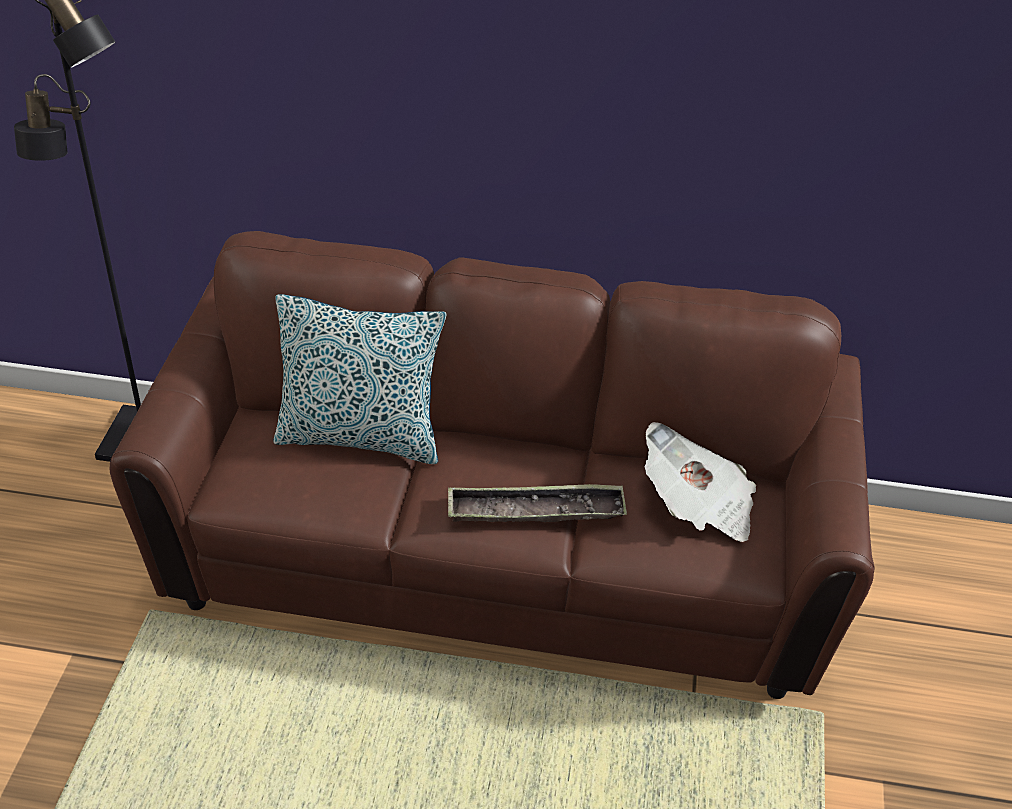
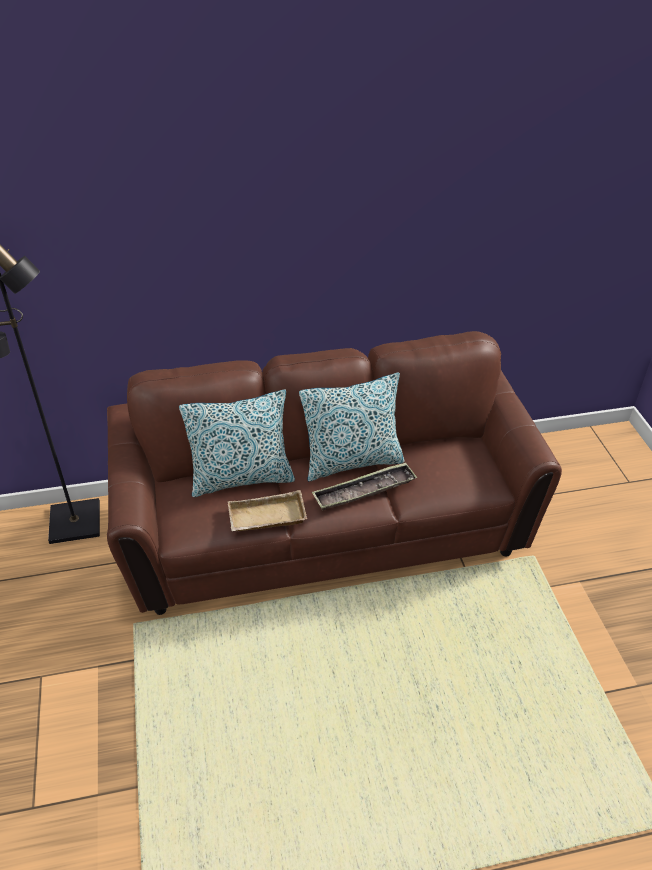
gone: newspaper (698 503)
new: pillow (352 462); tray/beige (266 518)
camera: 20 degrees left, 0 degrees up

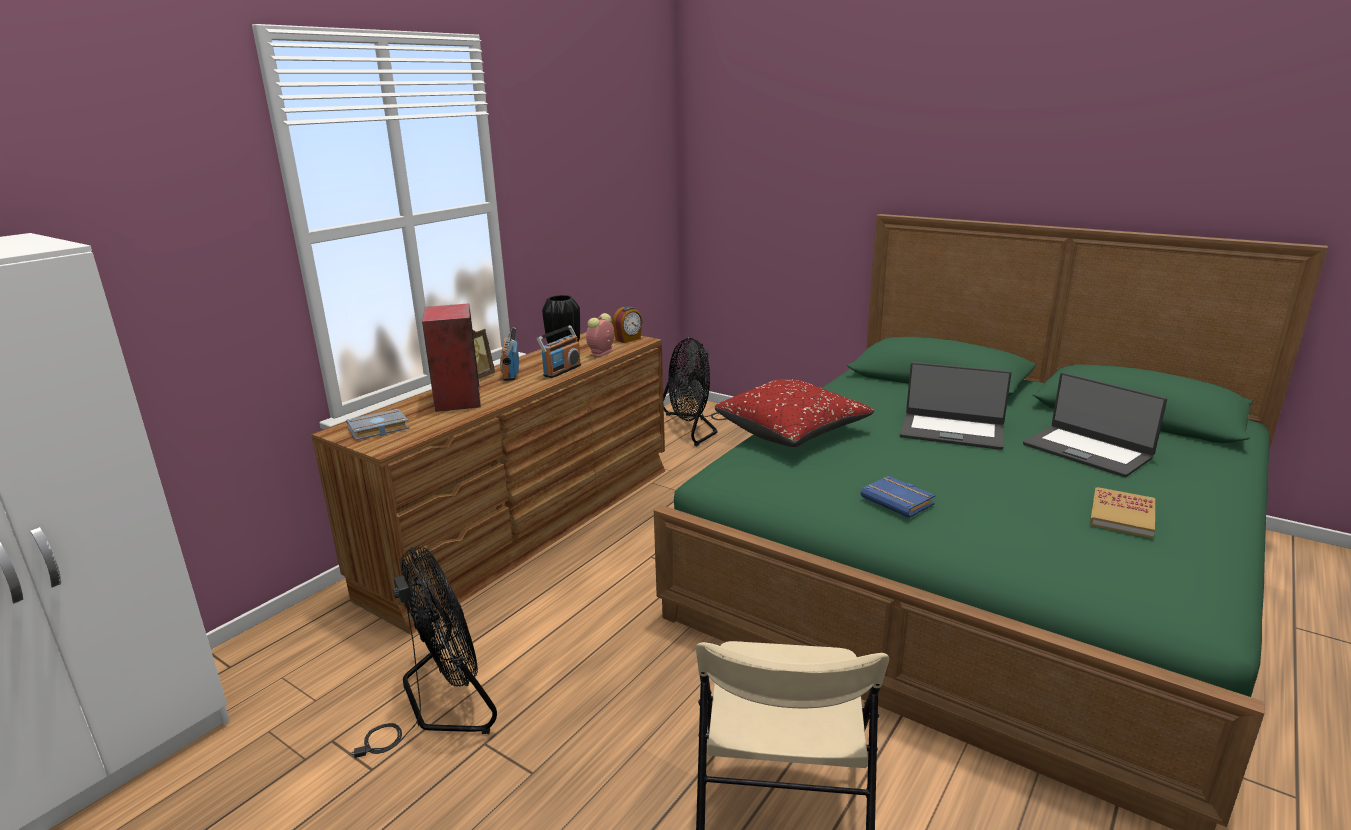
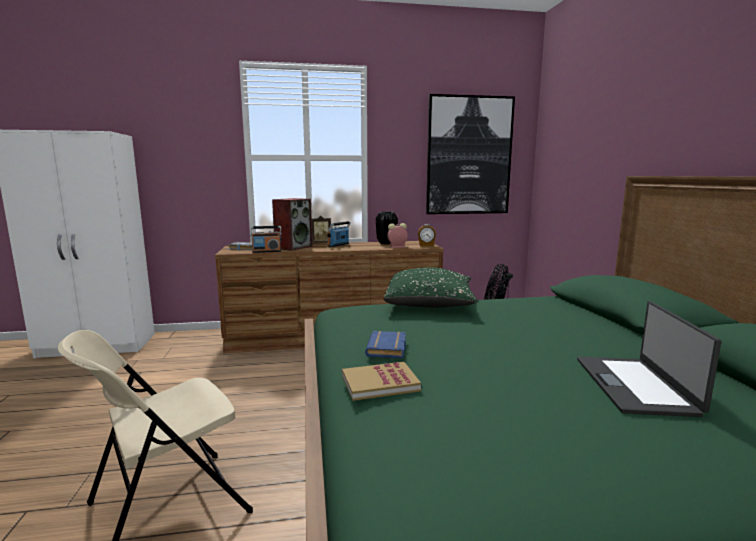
gone: laptop (952 431); fan/black (436 700)
new: picture (469 156)
shifted: radio (561 370) to (266 251); book (1121 515) to (380 383)
repainted: pillow/red (792 431) to pillow/green (430 304)
camera: 45 degrees right, 10 degrees down

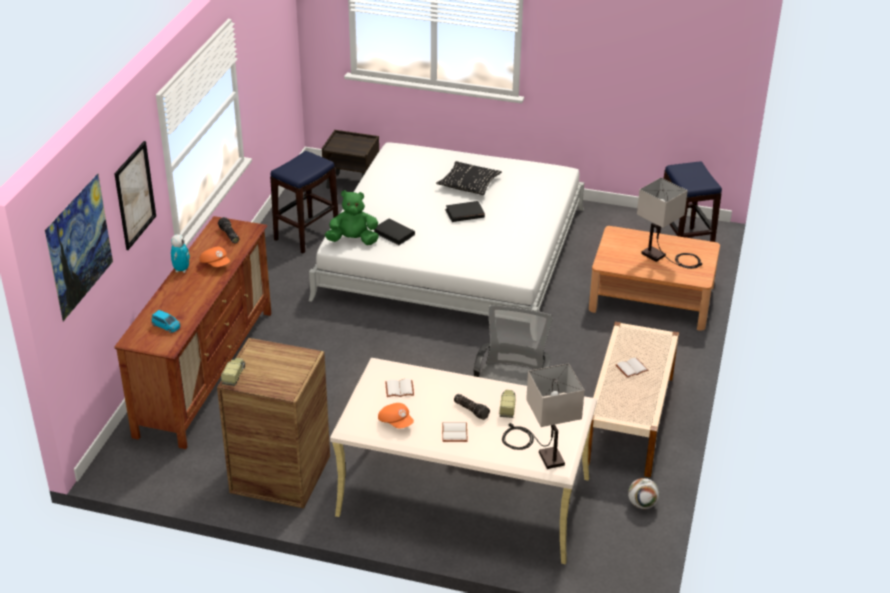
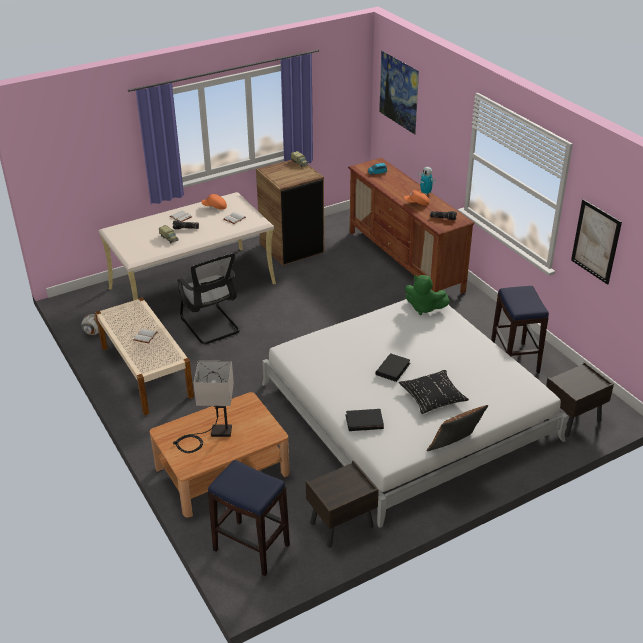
gone: table lamp (537 449)
new: pillow/brown (455 446); nightstand/brown (341 525)
shifted: picture (135 195) to (596 241); book/black (394 234) to (364 422)
rotated: plush toy/green (353 240) = (424 308) 75 degrees clockwise
camera: 135 degrees right, 0 degrees up

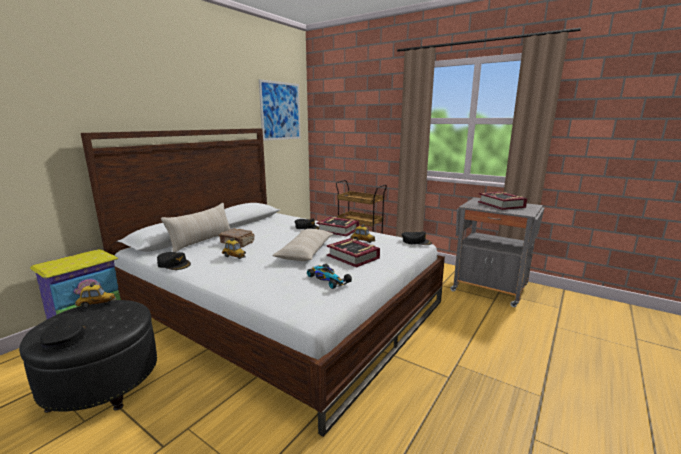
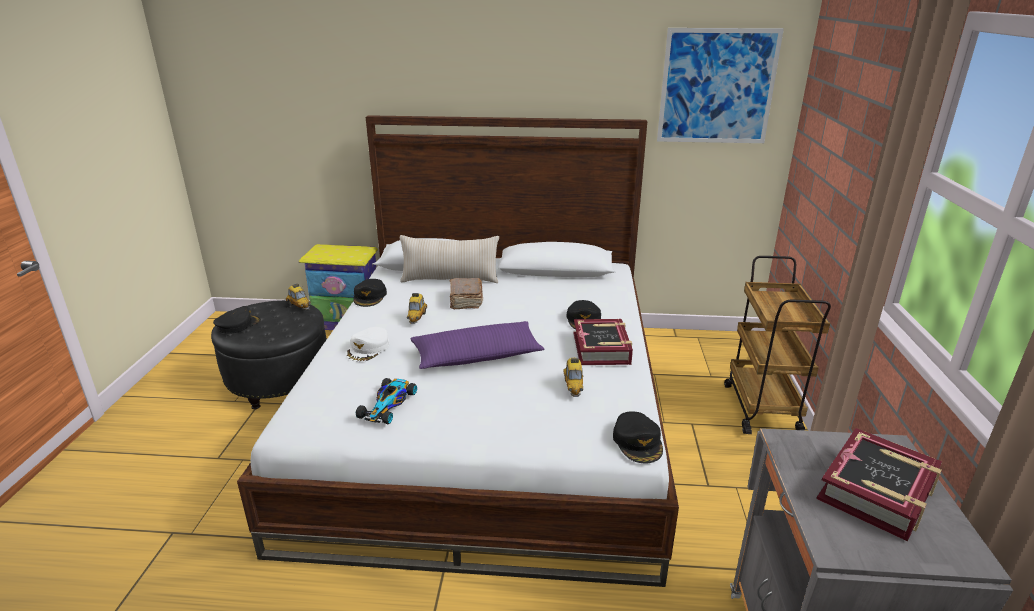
gone: book (353 257)
new: cap/white (368 349)
repainted: pillow/beige (306 252) to pillow/purple (477 356)
camera: 60 degrees right, 10 degrees up

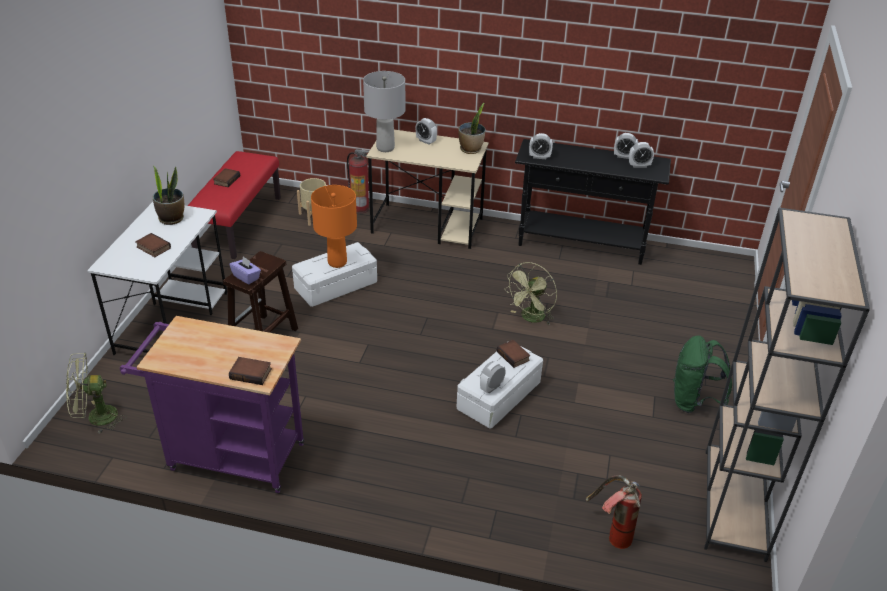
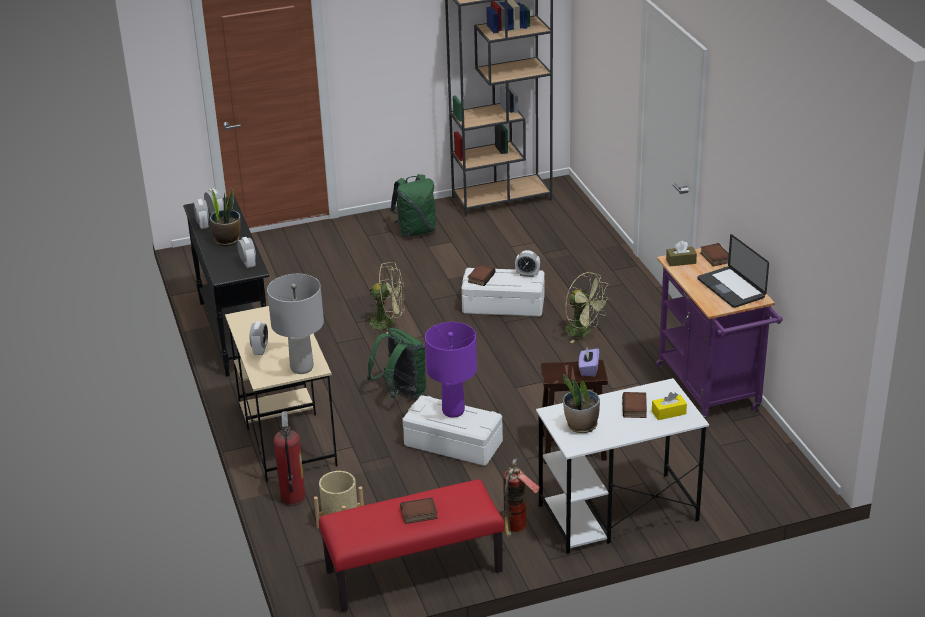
new: laptop (731 288); tissue box/brown (681 261); backpack/green (401 393); tissue box/yellow (668 412)
shifted: potted plant (471 149) to (227 240); fan/green (96 418) to (583 332); fire extinguisher (611 535) to (515 531)
repainted: table lamp/orange (337 262) to table lamp/purple (453 411)
camera: 120 degrees left, 5 degrees down

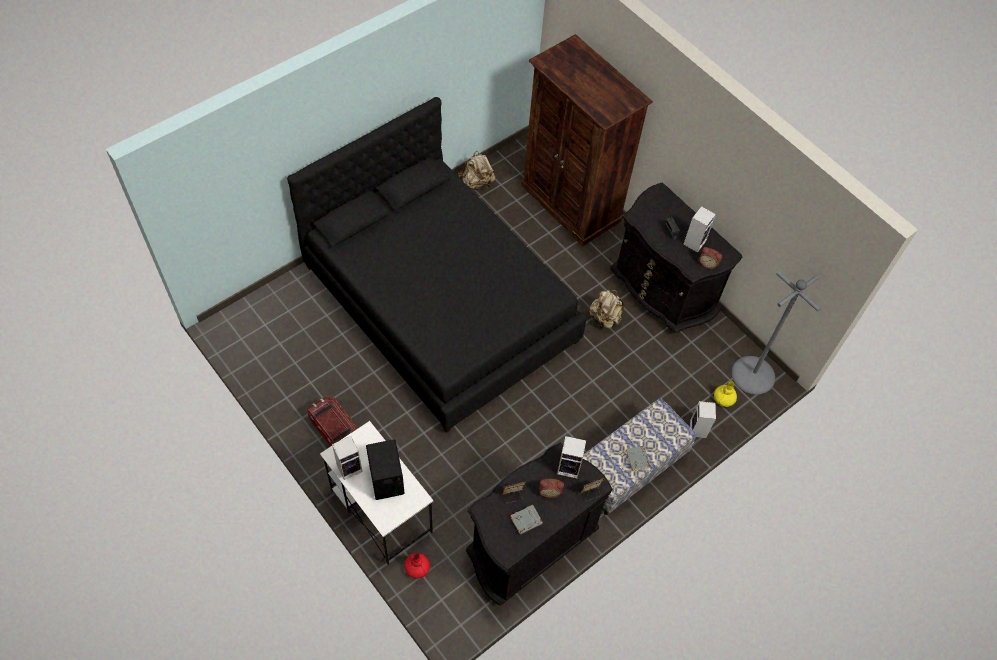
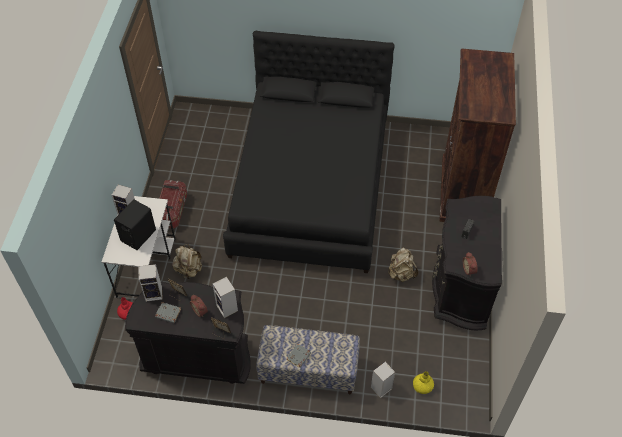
gone: clothes rack/grey (753 375)
shifted: backpack/beige (477 183) to (189 270); speaker (694 241) to (154 293)
camera: 50 degrees right, 5 degrees down

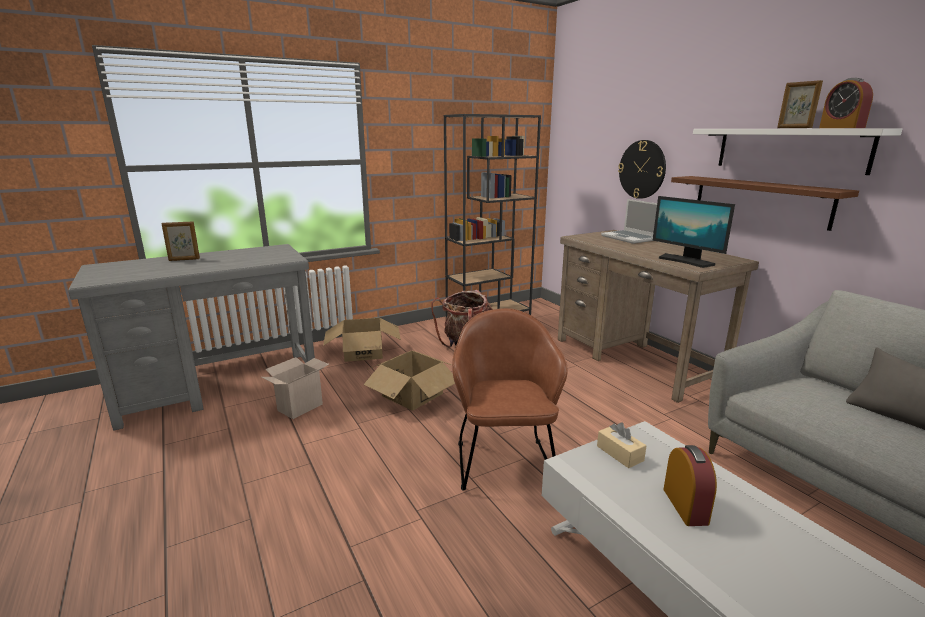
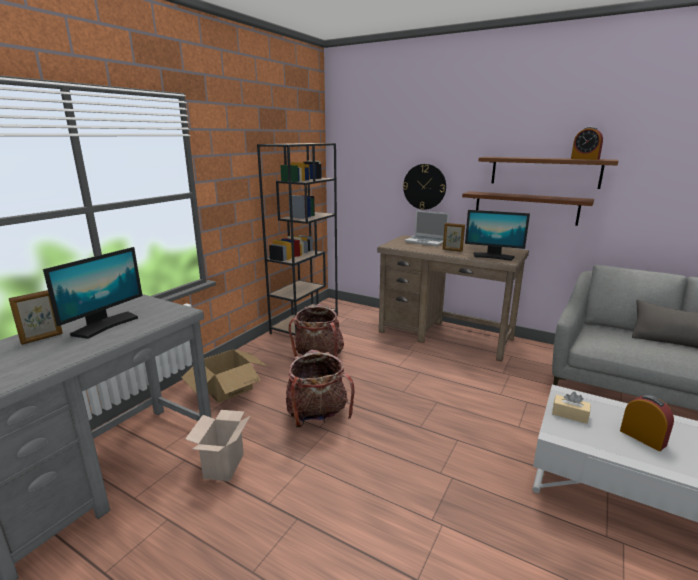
gone: armchair/brown (504 459)
new: monitor (105 325)
shifted: picture frame (794 128) to (452 250)
swapped: cardboard box (412 395) to backpack (317 416)
repainted: shelf/white (789 149) to shelf/brown (544 172)
camera: 30 degrees left, 0 degrees up

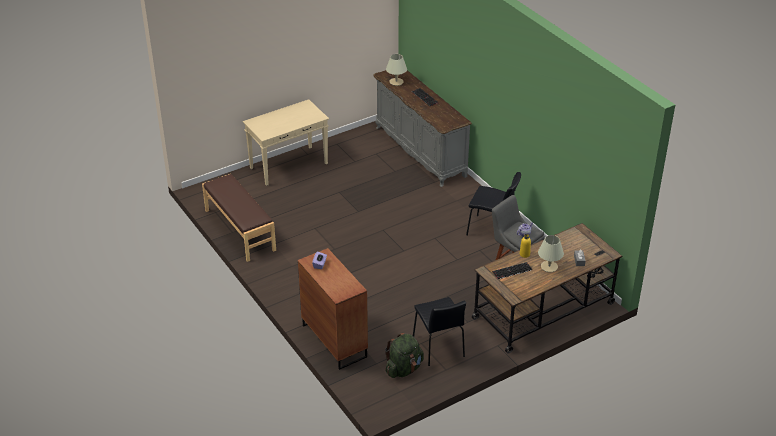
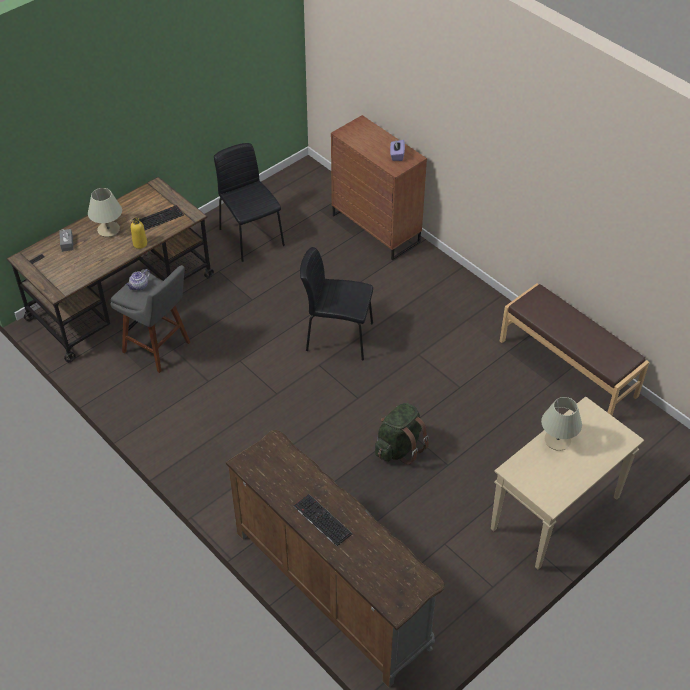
shifted: table lamp/beige (396 82) to (557 440); chair/black (492 230) to (337 336); backpack/green (404 369) to (399 448)
camera: 170 degrees right, 10 degrees up

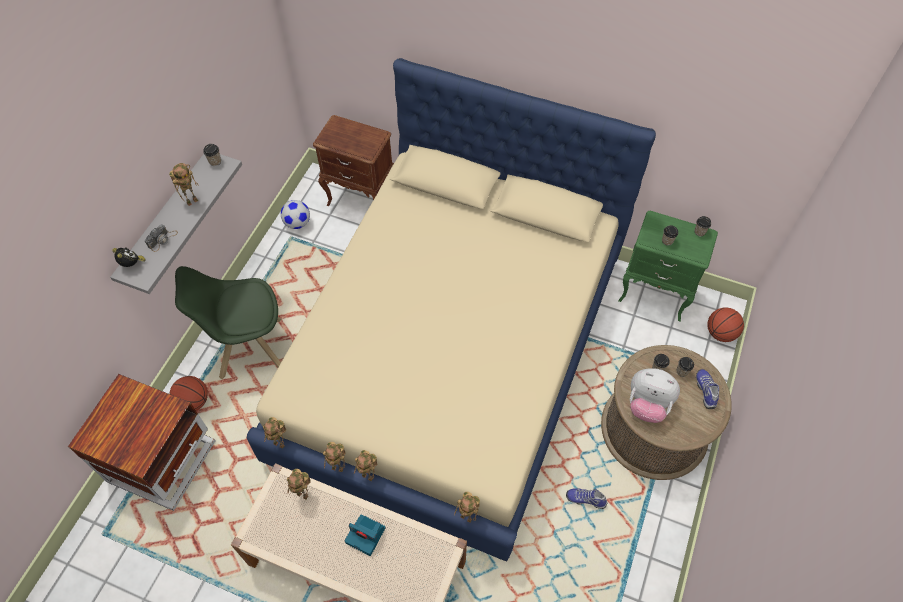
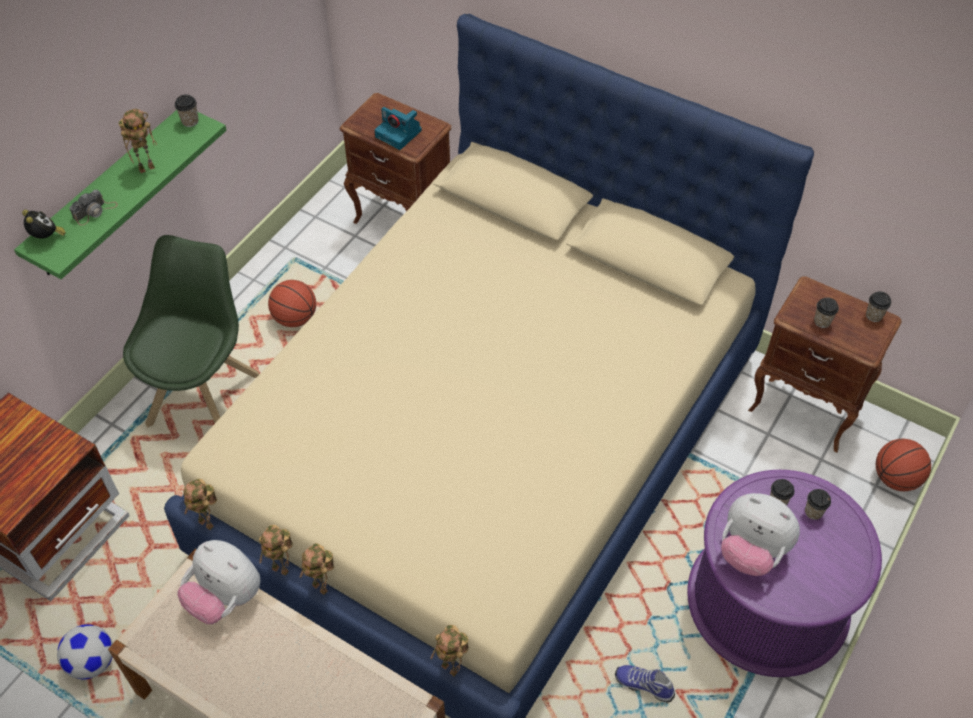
gone: shoe (706 391)
shifted: football (297 223) to (92 662); basketball (193 402) to (295 318); photo camera (366 535) to (399 134)
swapped: toy robot (304 494) to plush toy (225 598)
repainted: shelf/grey (166 222) to shelf/green (109 193); nightstand/green (654 295) to nightstand/brown (805 409); coffee table/brown (654 429) to coffee table/purple (768 600)
rotated: chair/green (250 348) = (205 399) 105 degrees clockwise
camera: 10 degrees right, 5 degrees down

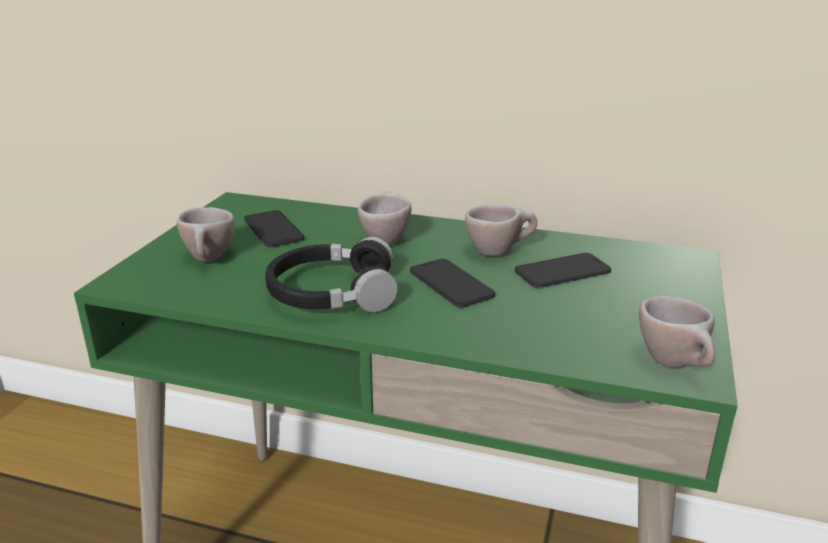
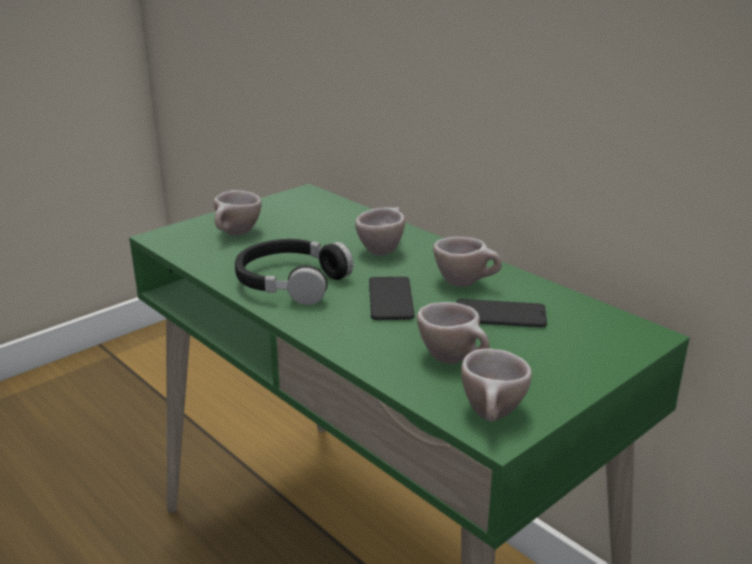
gone: phone (273 229)
new: cup/beige (455 360)
camera: 30 degrees right, 0 degrees up

